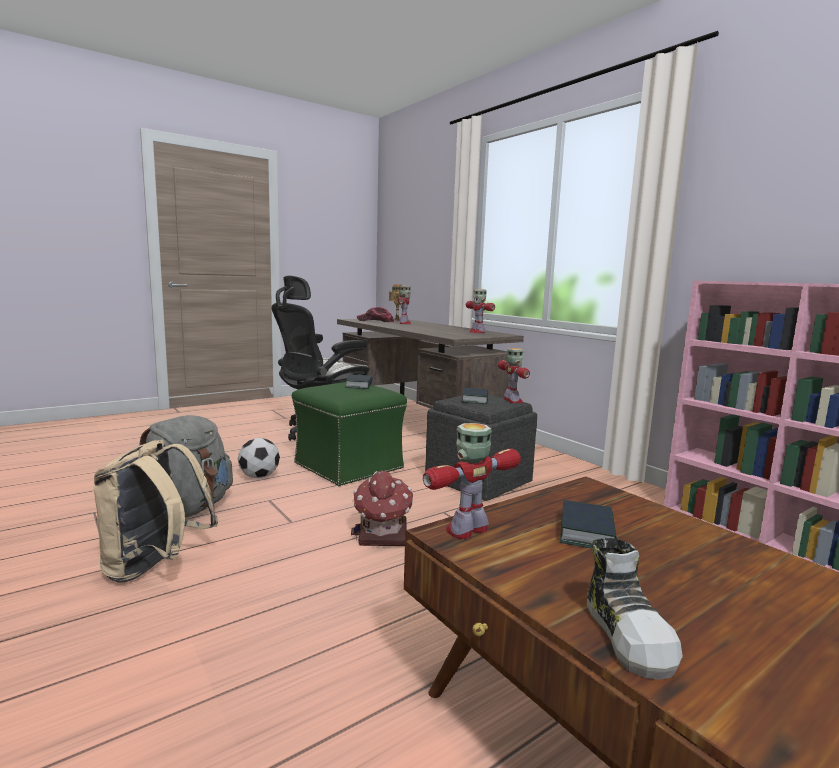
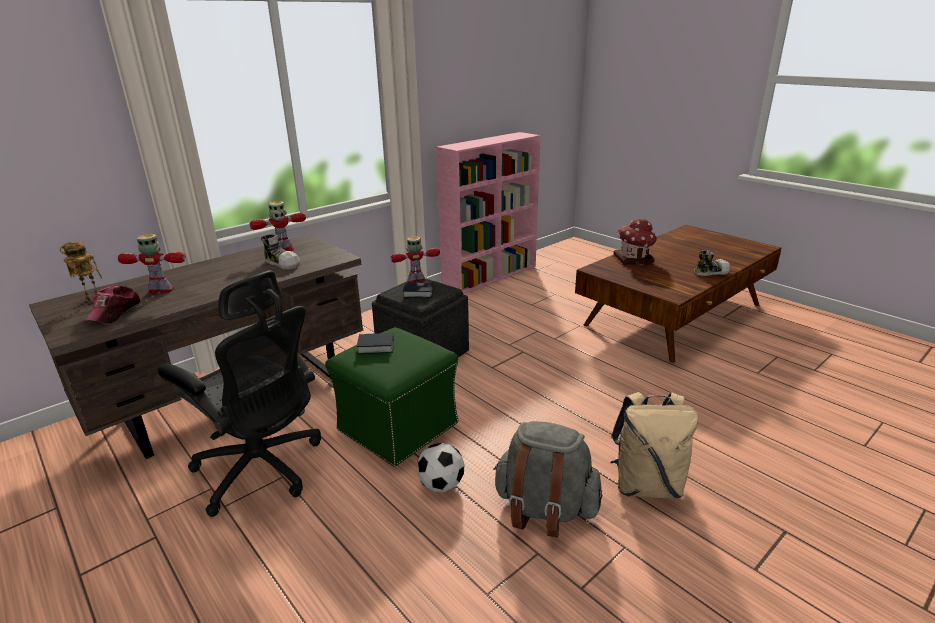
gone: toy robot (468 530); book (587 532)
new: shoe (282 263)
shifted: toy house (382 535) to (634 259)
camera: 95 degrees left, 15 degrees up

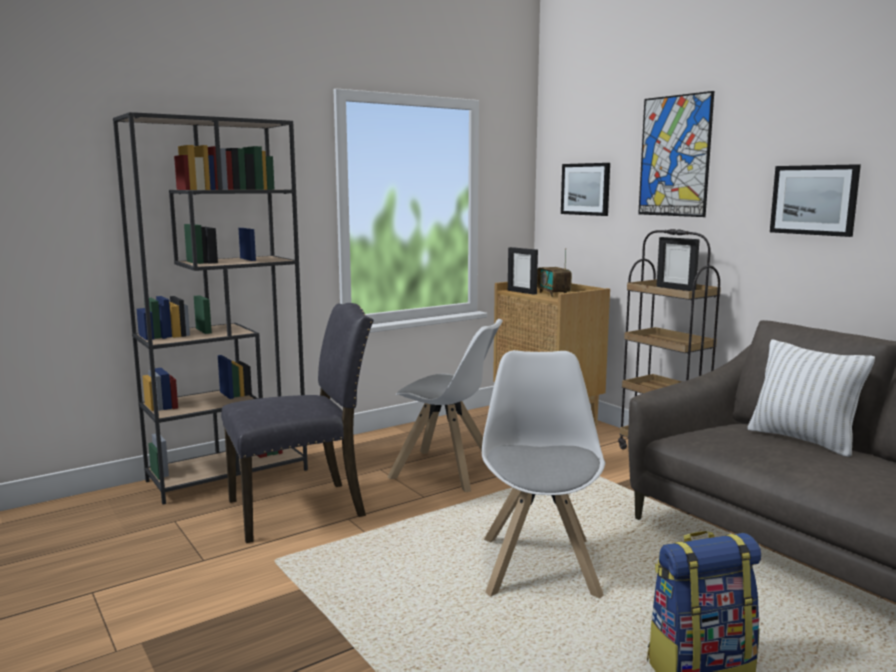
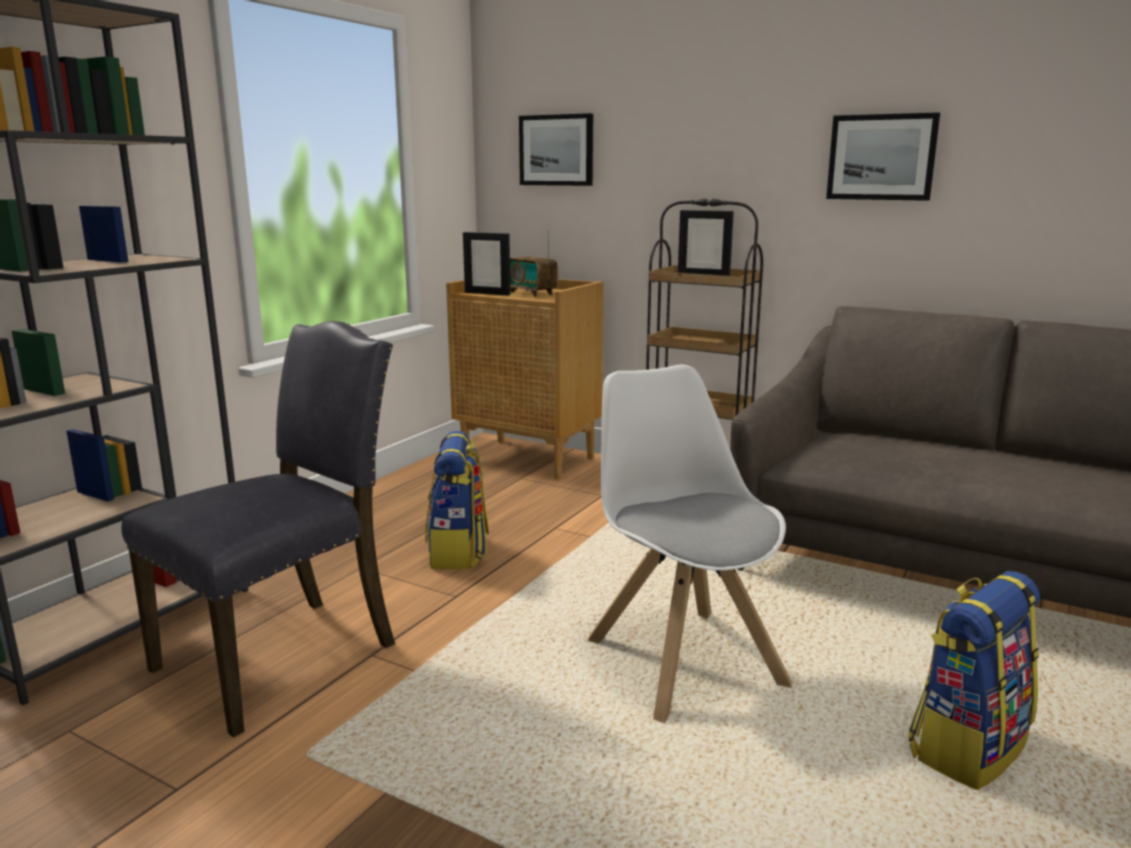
gone: picture (674 156); pillow/white (802 440)
swapped: chair (447 471) to backpack (458 553)
camera: 25 degrees left, 5 degrees up

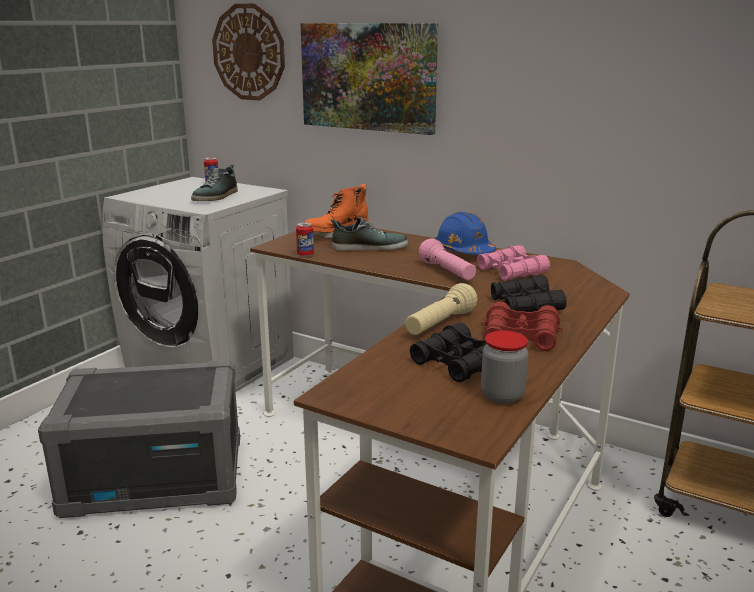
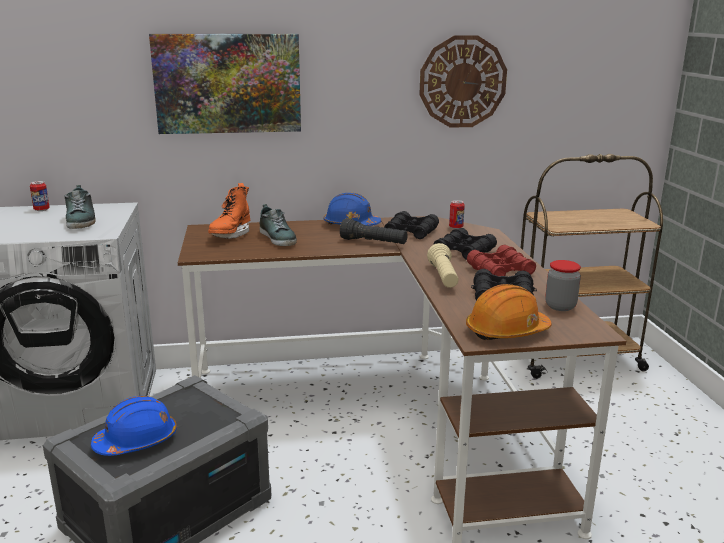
new: hard hat/orange (506 331); hard hat/blue (137 441)
shifted: wall clock (249 52) to (462 82); can (305 255) to (456 227)
repainted: flashlight/pink (447 272) to flashlight/black (373 243); binoculars/pink (511 272) to binoculars/black (411 232)
rotated: shoe (369 247) = (278 238) 105 degrees clockwise
camera: 40 degrees left, 0 degrees up

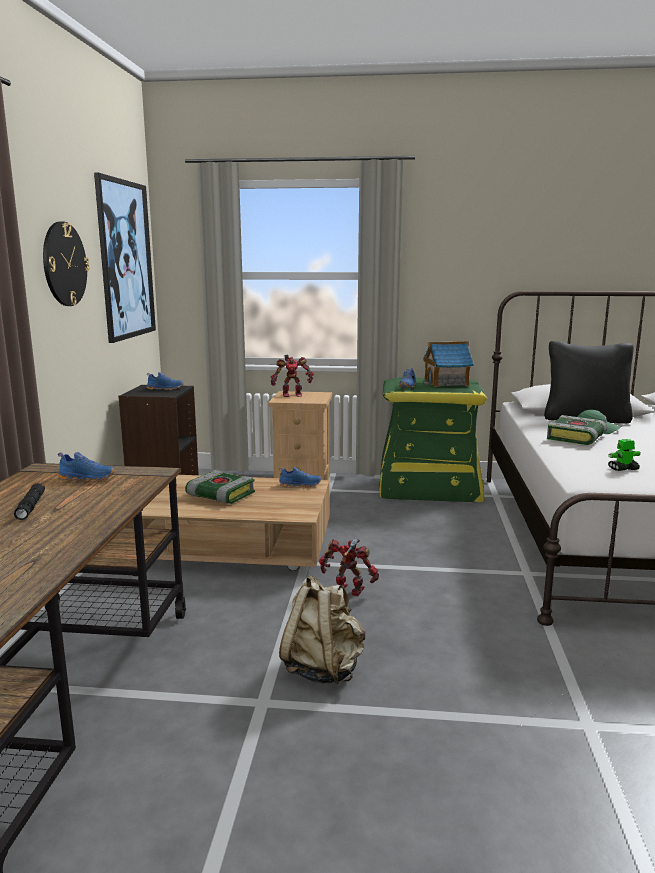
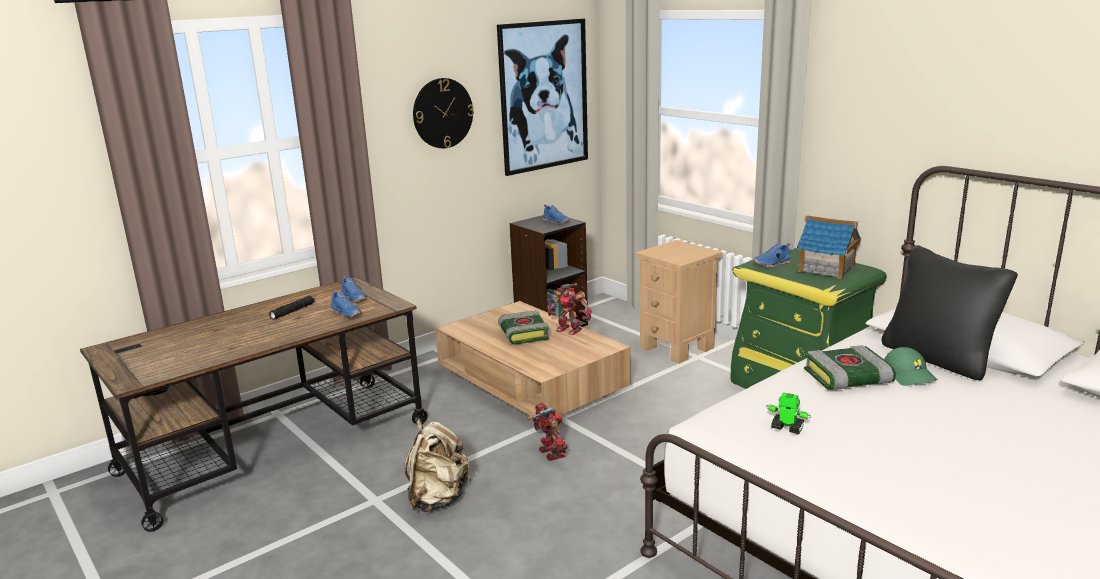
shifted: toy robot (291 395) to (569 329); shoe/blue (300 485) to (347 313)
camera: 45 degrees right, 5 degrees up

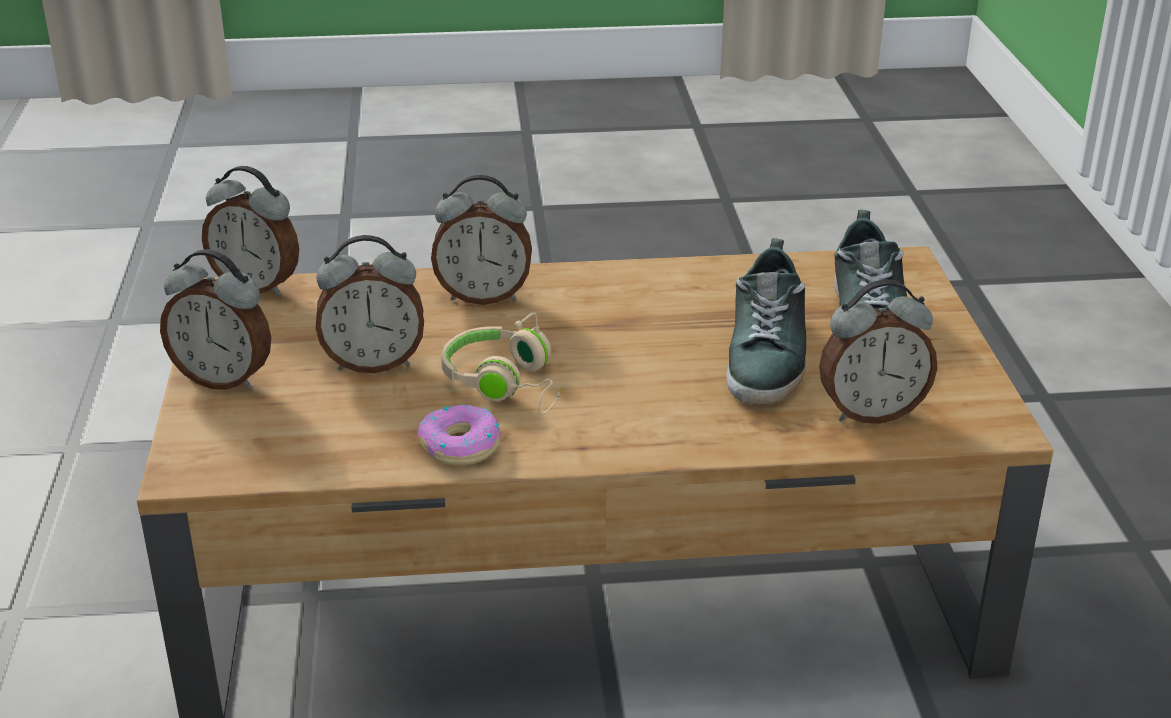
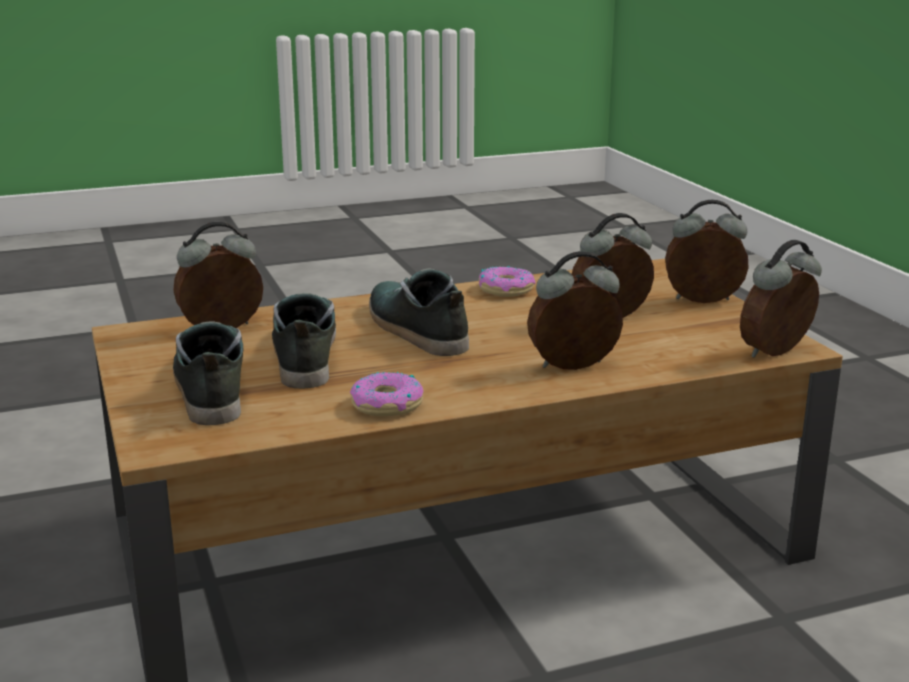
gone: headphones/beige (507 384)
new: shoe (415 328); donut (386 405)
rotated: alarm clock (258 286) = (777 353) 45 degrees counterclockwise
camera: 165 degrees right, 10 degrees down

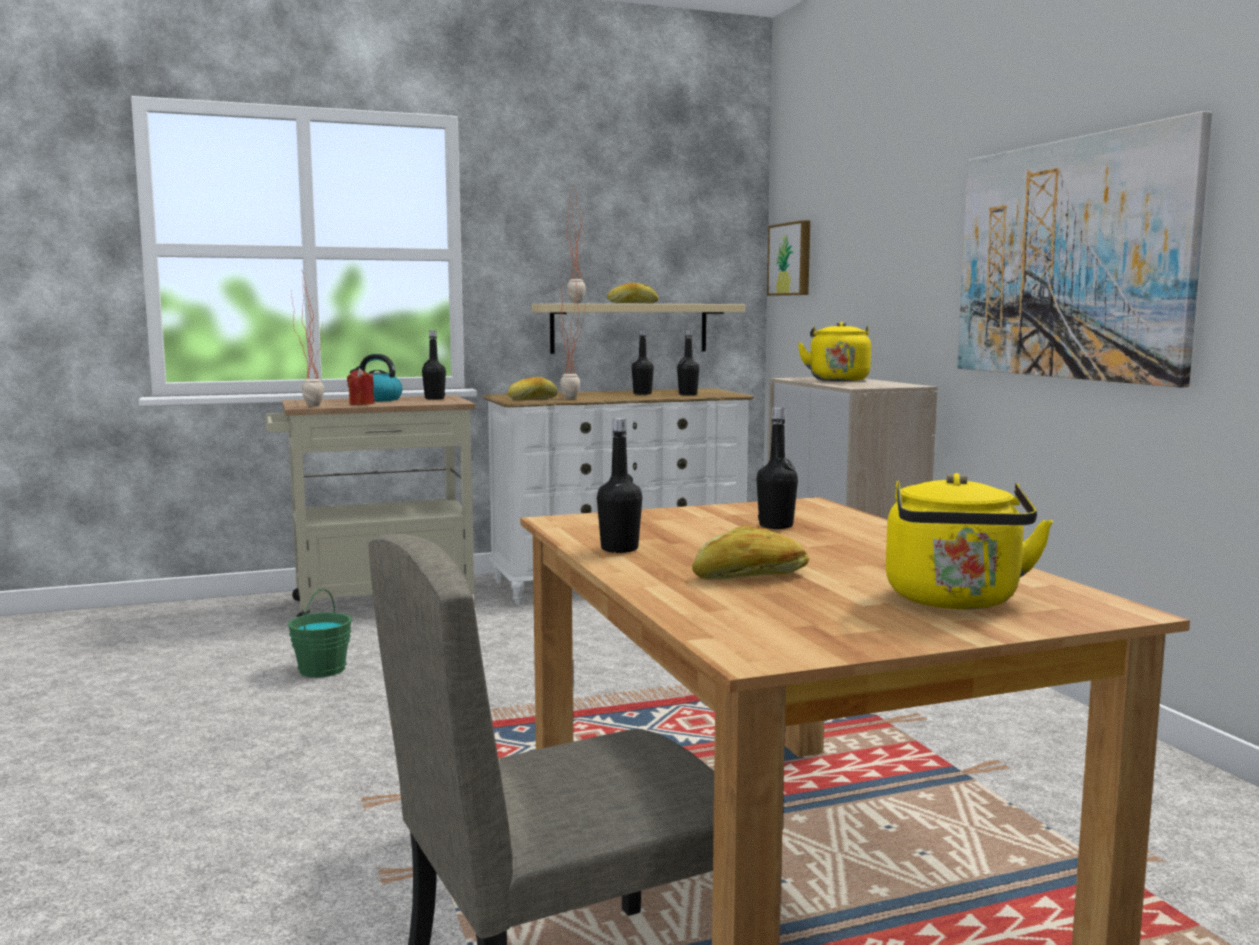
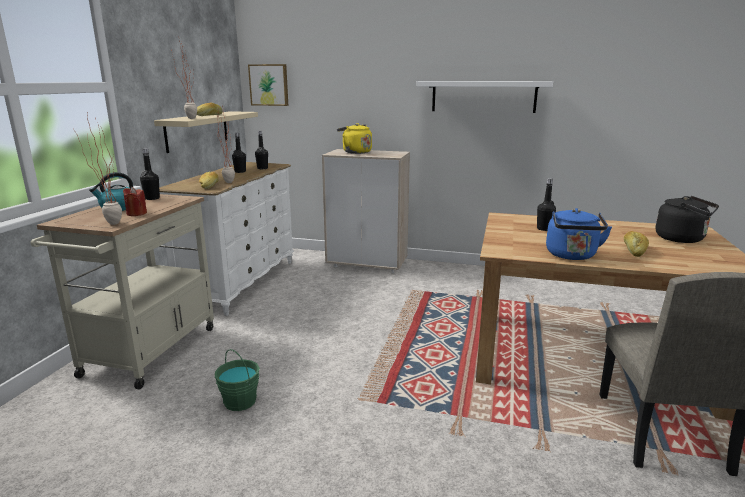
swapped: picture (1069 259) to shelf/white (483 96); bottle/black (619 549) to kettle/blue (572 256)
repainted: kettle/yellow (954 601) to kettle/black (682 239)
camera: 55 degrees left, 10 degrees up

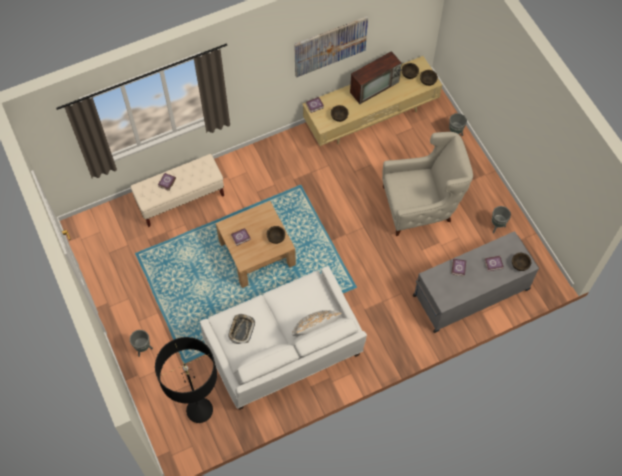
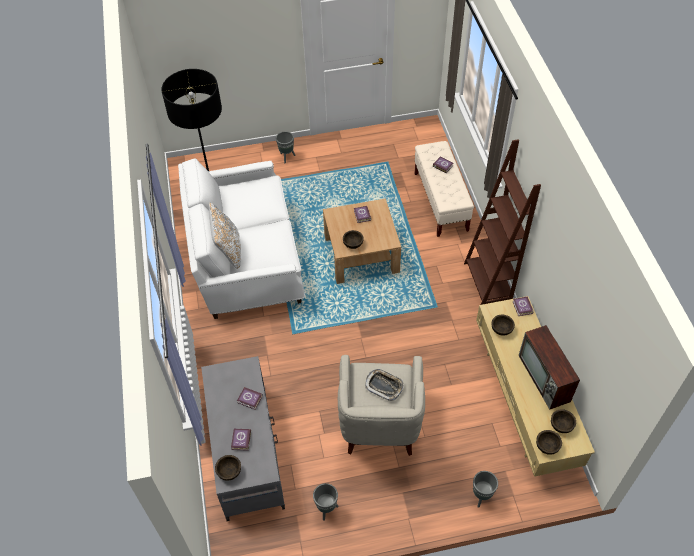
gone: picture (330 46)
new: bookcase/brown (488 281)
shifted: tray (241 329) to (384 386)
camera: 105 degrees right, 10 degrees down

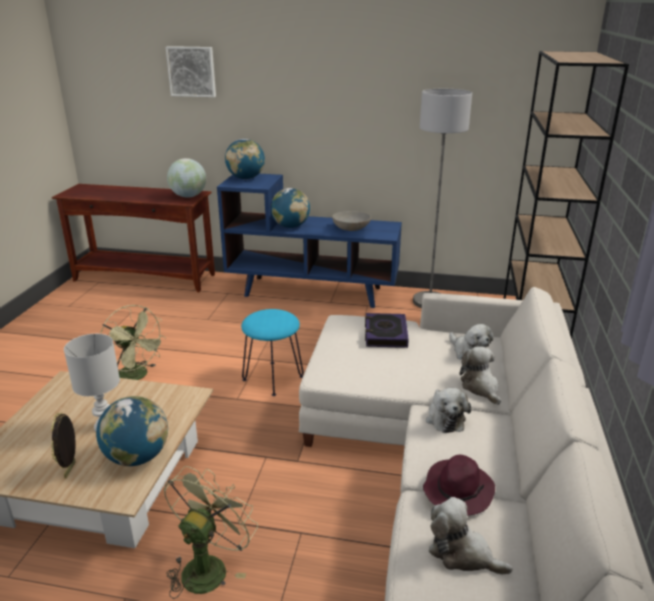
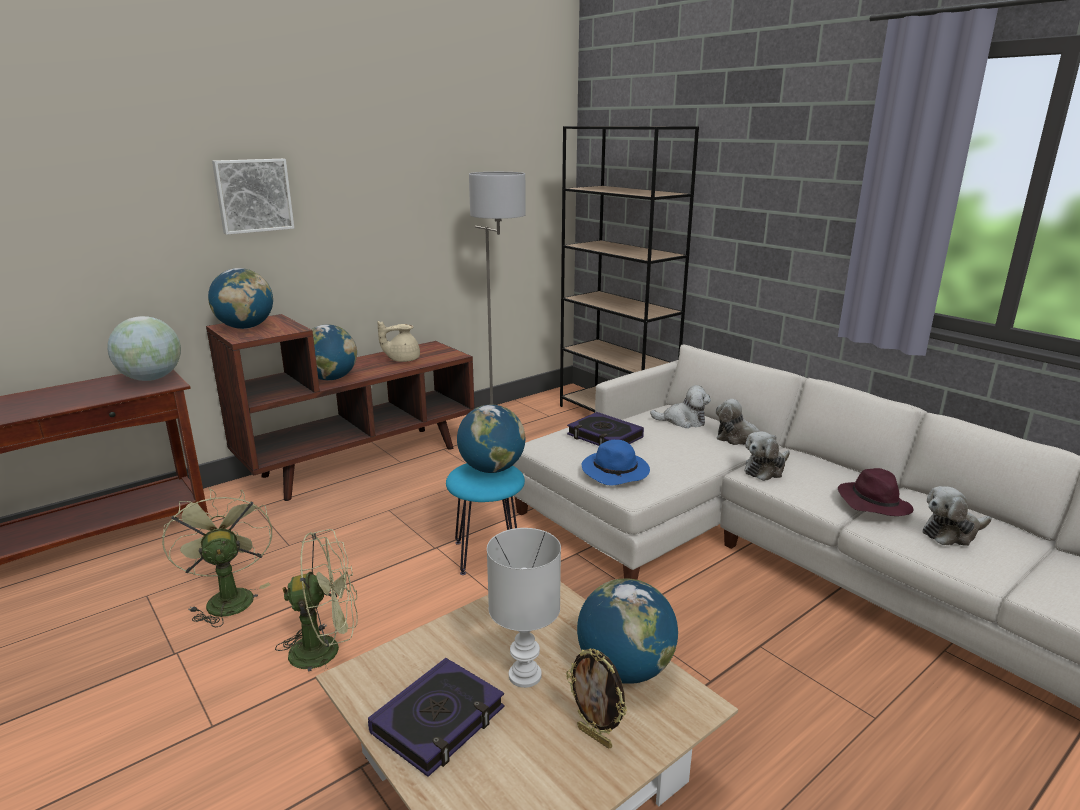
new: globe (491 469); hat/blue (616 472); book (439 721)
shifted: picture (192 71) to (253 195); fan/green (208 566) to (227 597)
swapped: bowl/grey (351 228) to teapot/beige (402 359)
repainted: tv stand/blue (314 291) to tv stand/brown (362 460)
rotated: plush toy (445 418) = (766 469) 105 degrees clockwise
camera: 50 degrees left, 5 degrees down

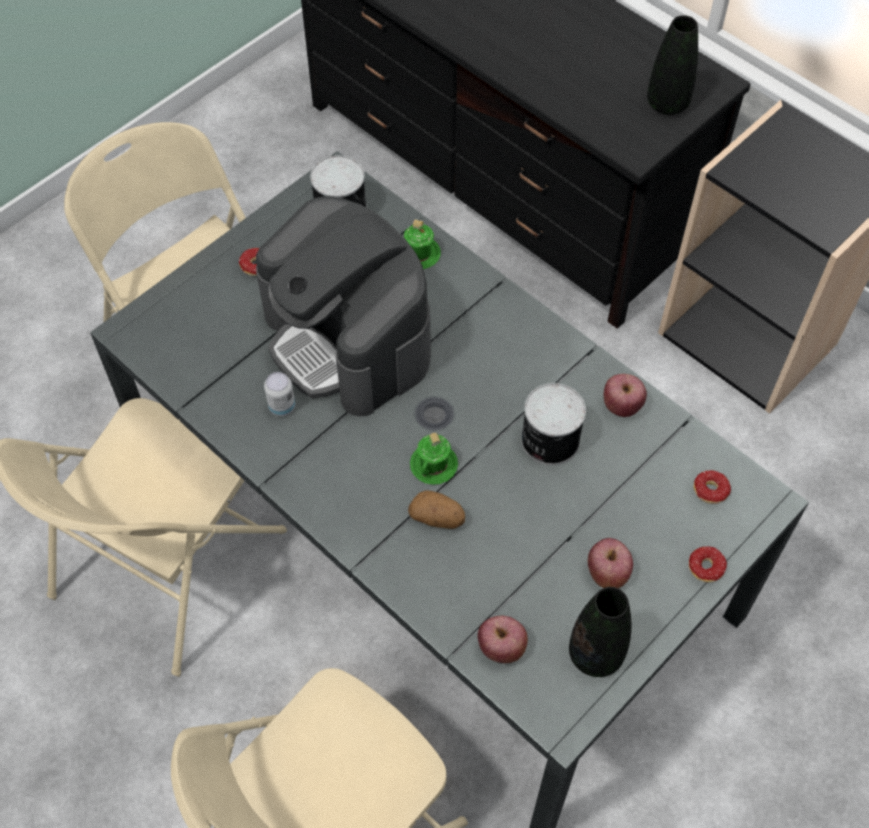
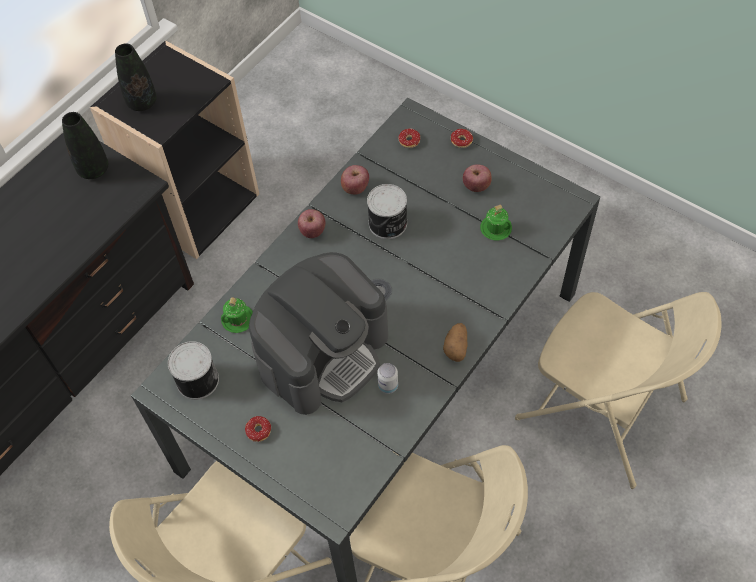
shifted: mug/green (434 465) to (495 228); potato (437 518) to (456 347); vase/black (595 654) to (142 103); apple (501 648) to (313 231)
camera: 95 degrees left, 0 degrees up

